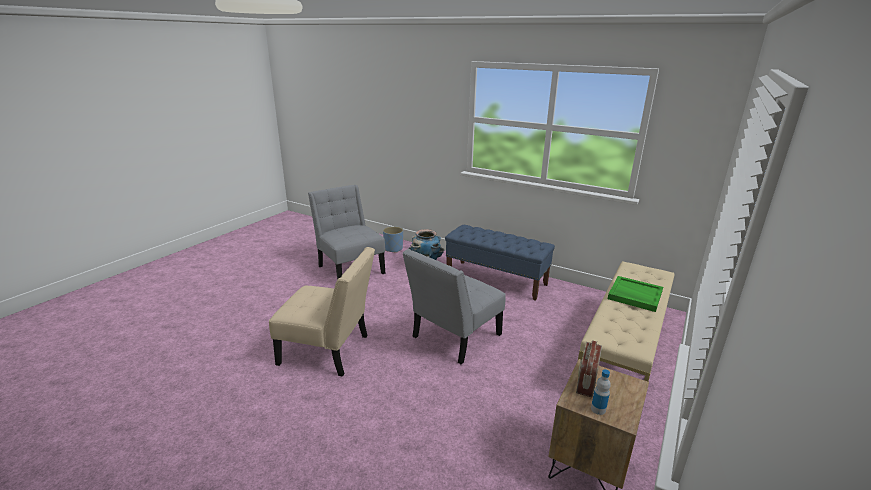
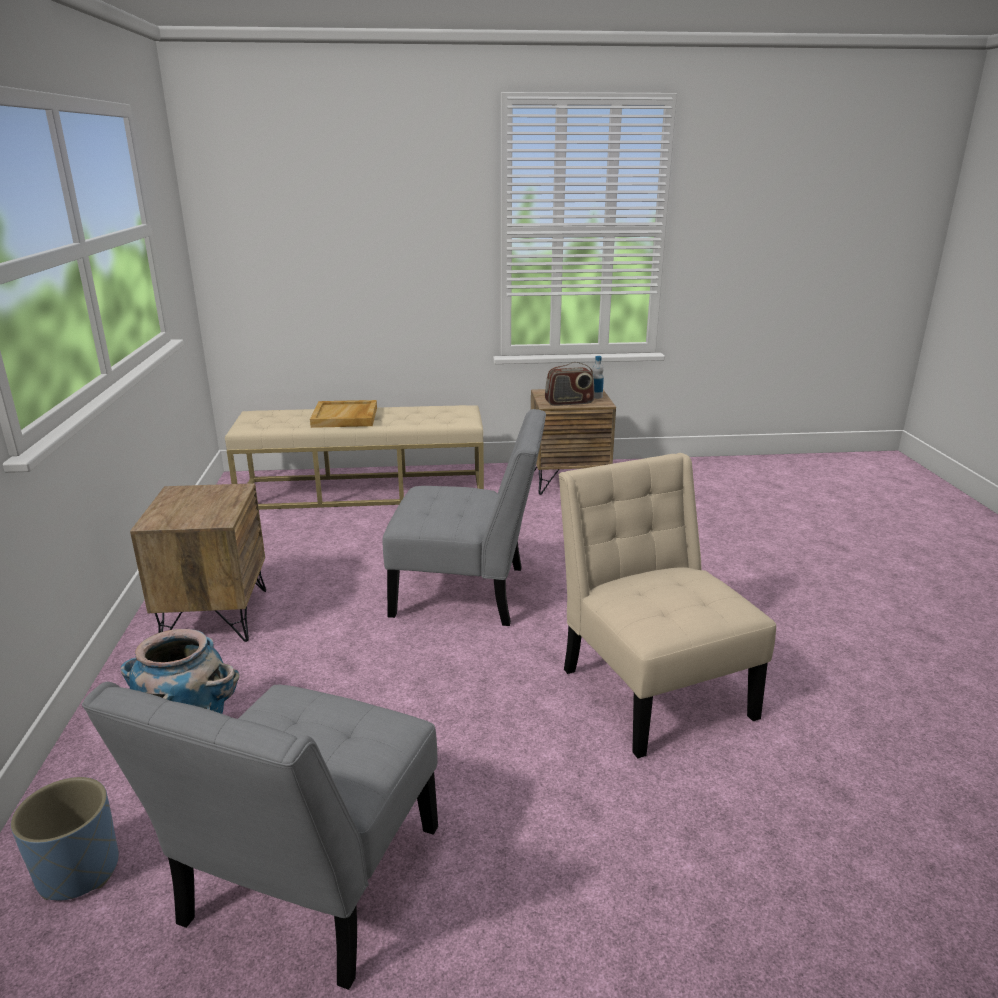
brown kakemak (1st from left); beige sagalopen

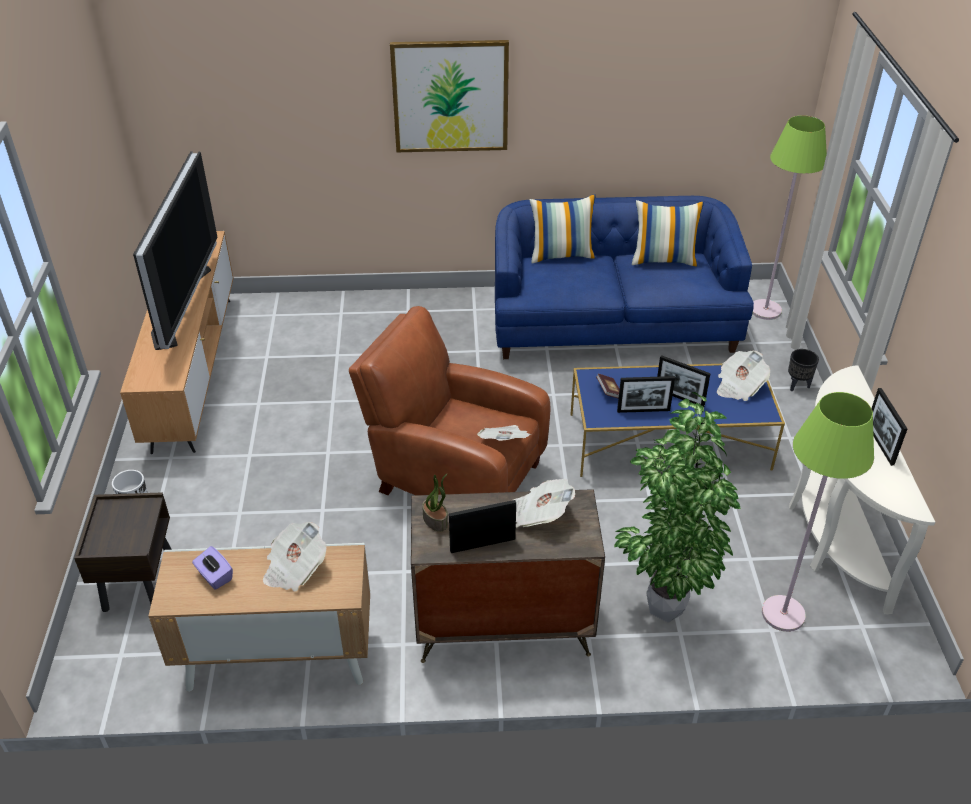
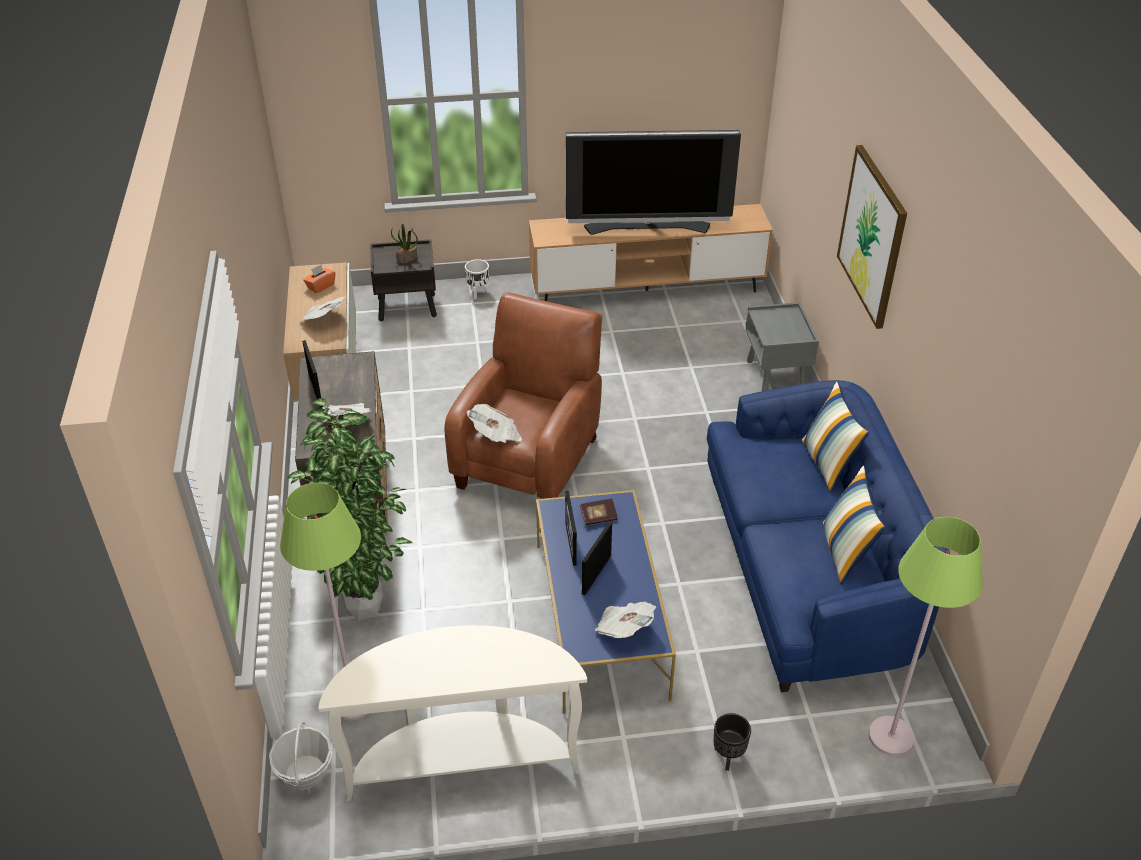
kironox (4th from left in the first image); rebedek; grey kakemak; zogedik (2nd from left); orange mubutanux

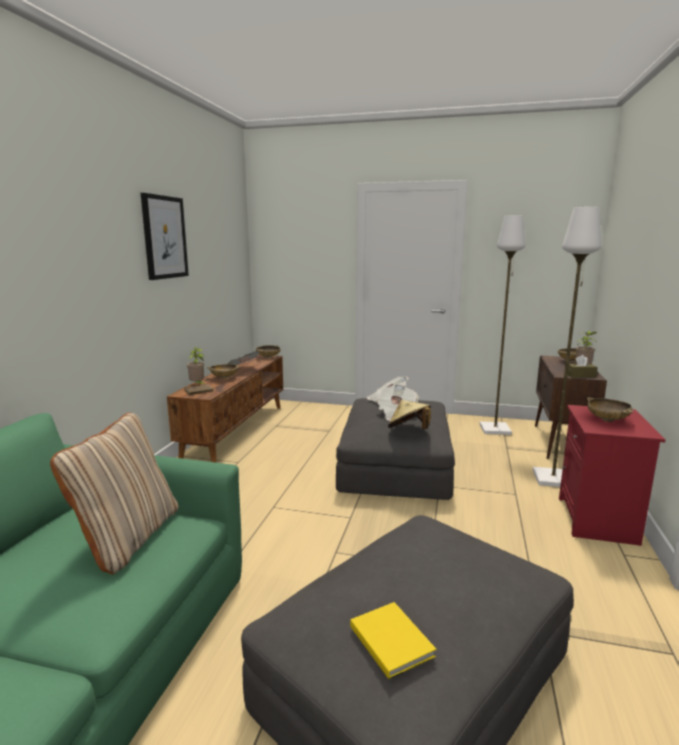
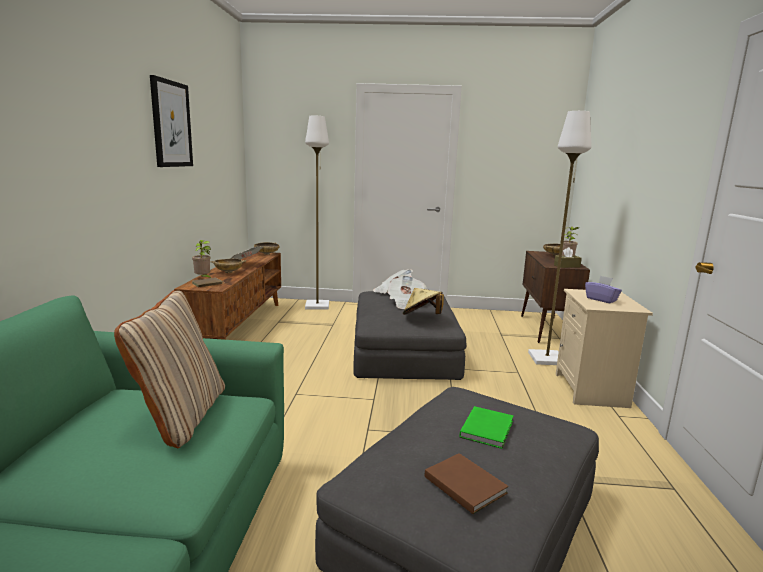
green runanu; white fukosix (1st from left); purple mubutanux; brown runanu (2nd from left); beige kakemak

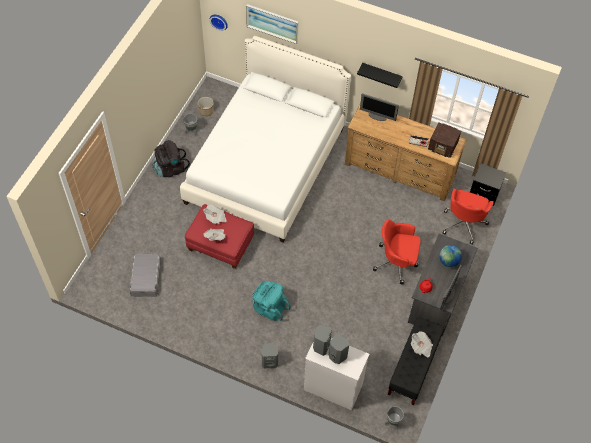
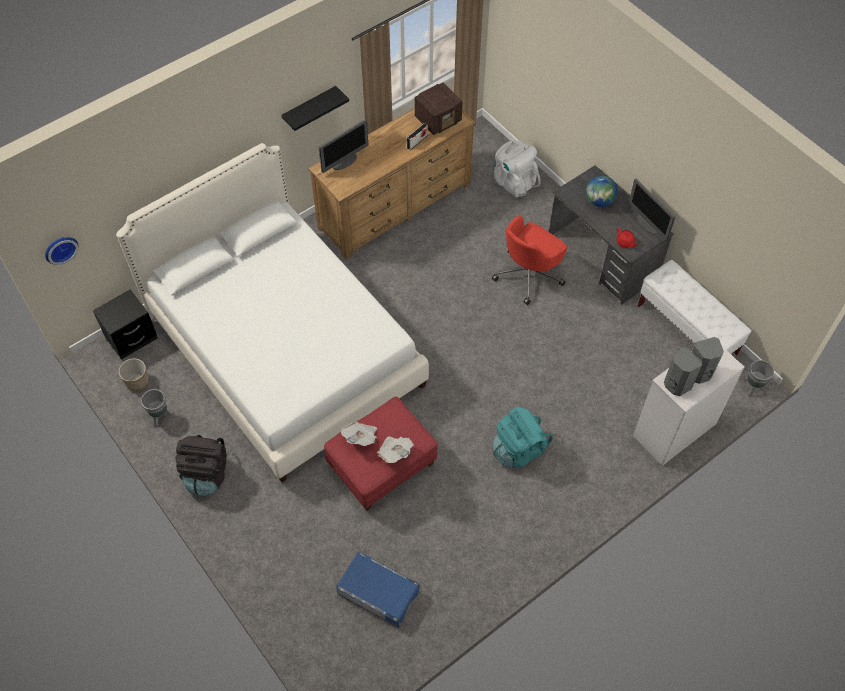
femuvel; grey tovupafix (1st from left in the first image); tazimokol (3rd from left in the first image); black kakemak; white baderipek; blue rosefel; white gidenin

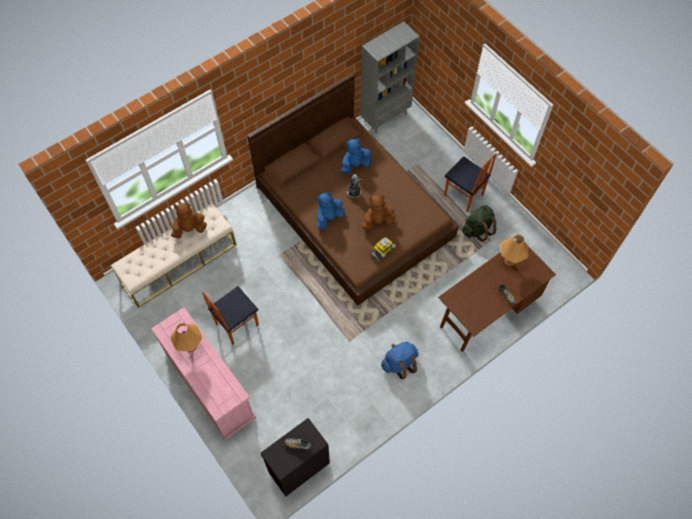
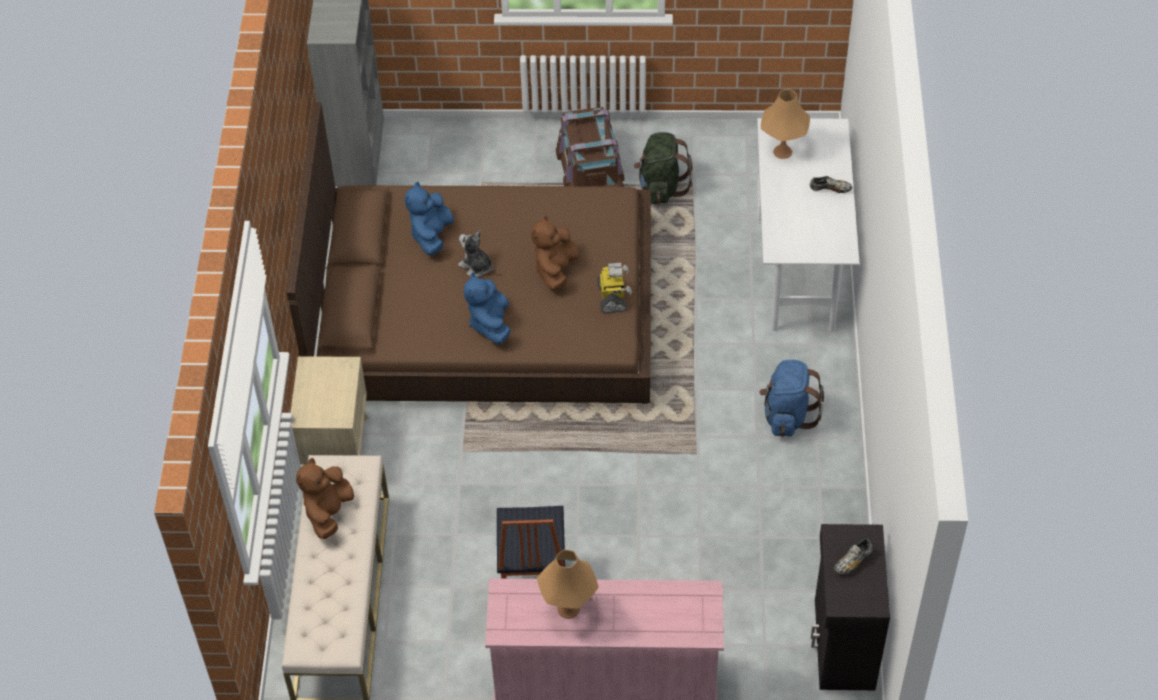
beige kakemak; brown rosefel; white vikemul

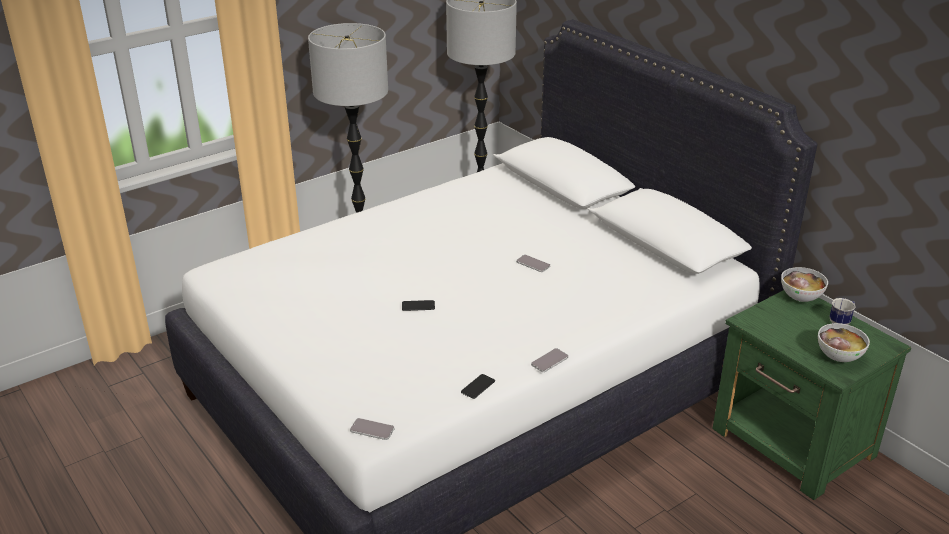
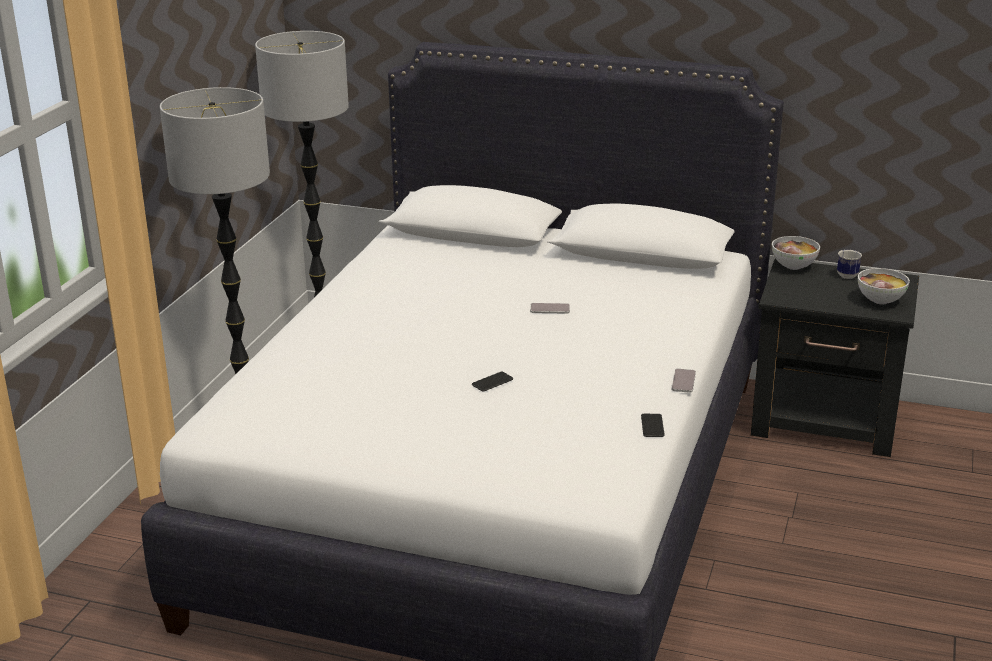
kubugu (1st from left in the first image); black kakemak

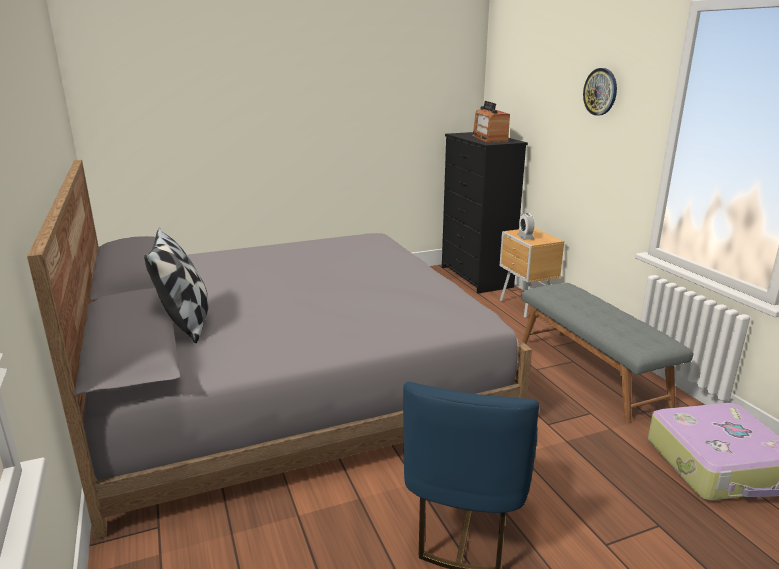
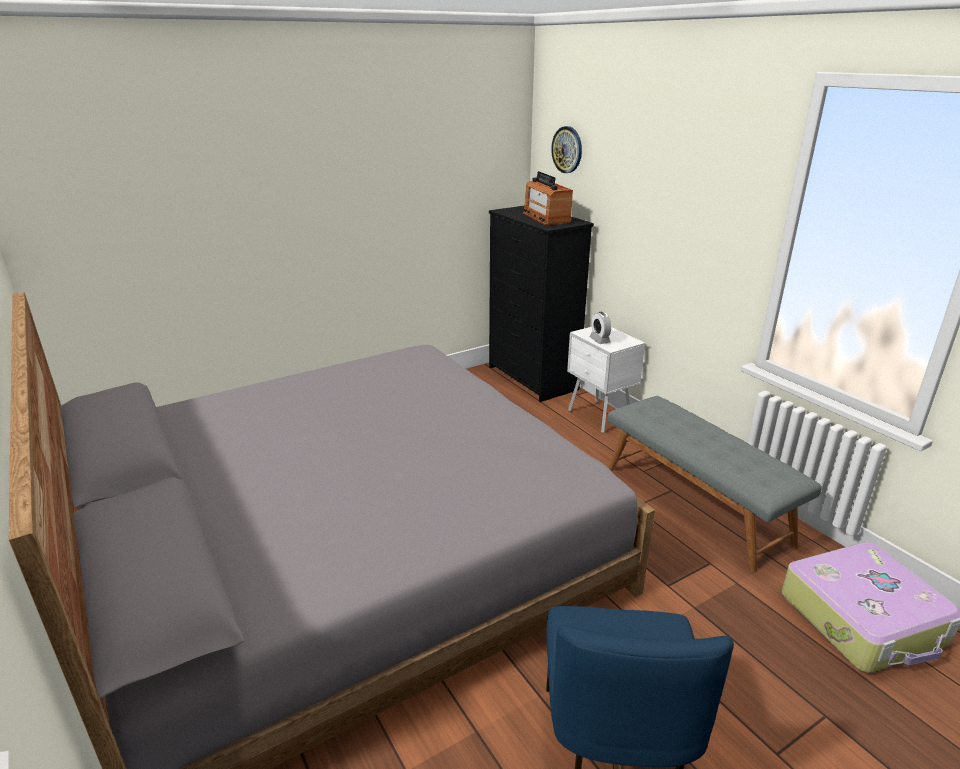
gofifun; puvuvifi; white kakemak

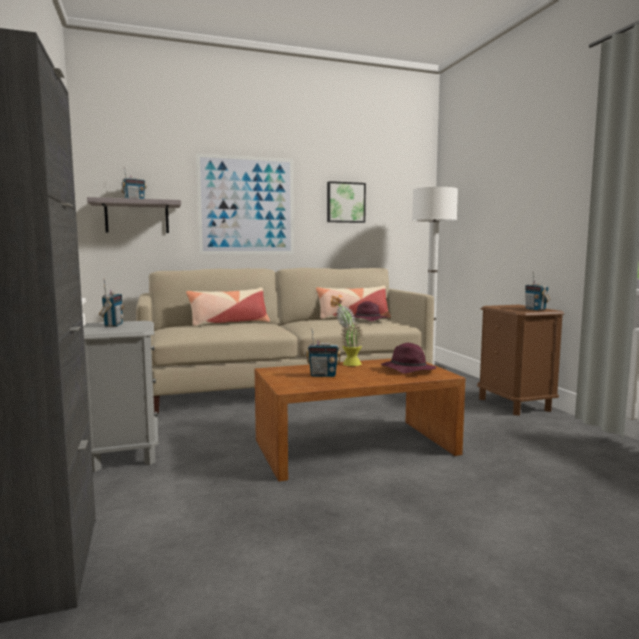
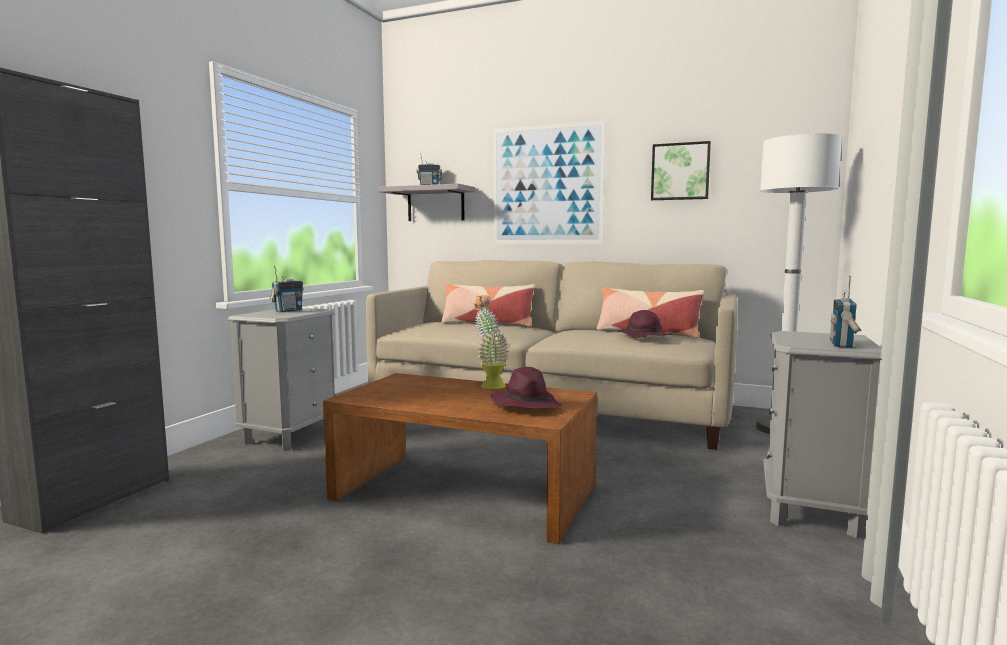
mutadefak (3rd from left in the first image); grey kakemak (2nd from left)

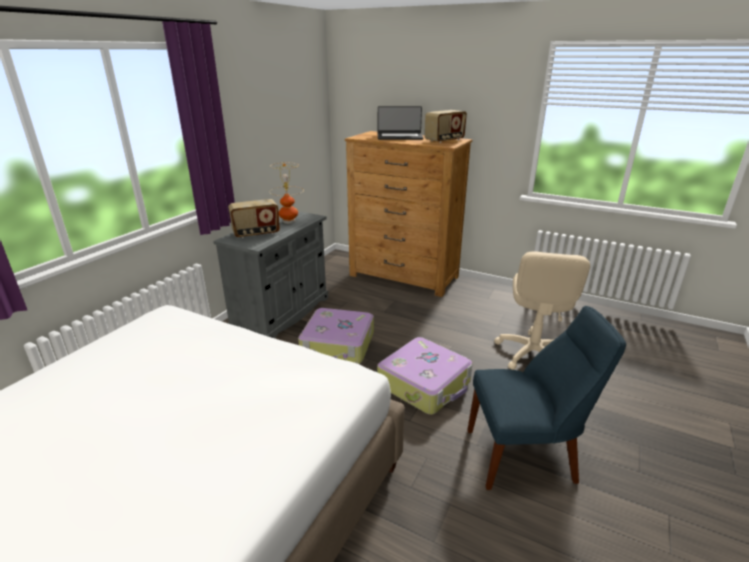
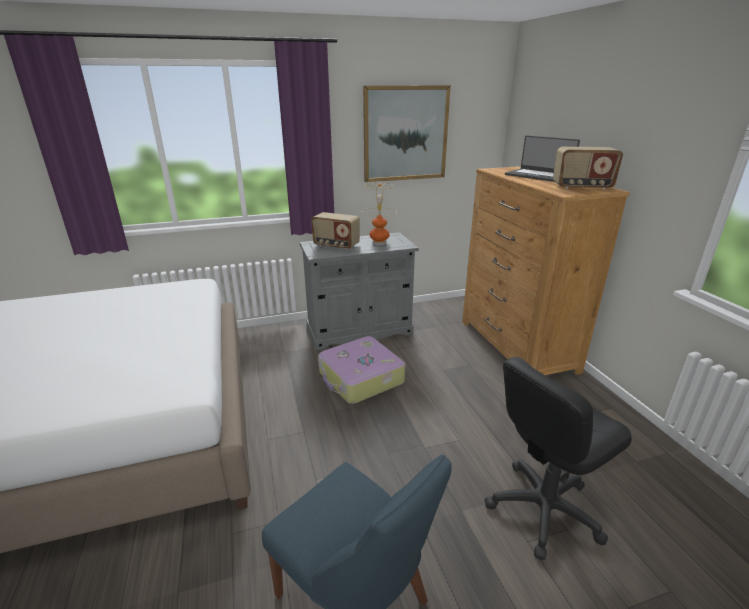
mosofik (2nd from left in the first image); femuvel; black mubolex

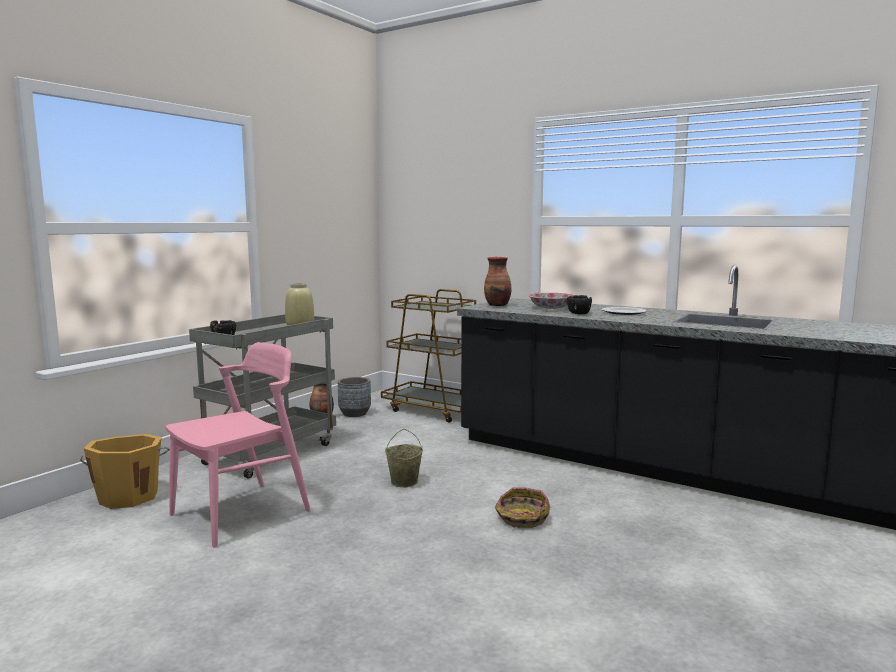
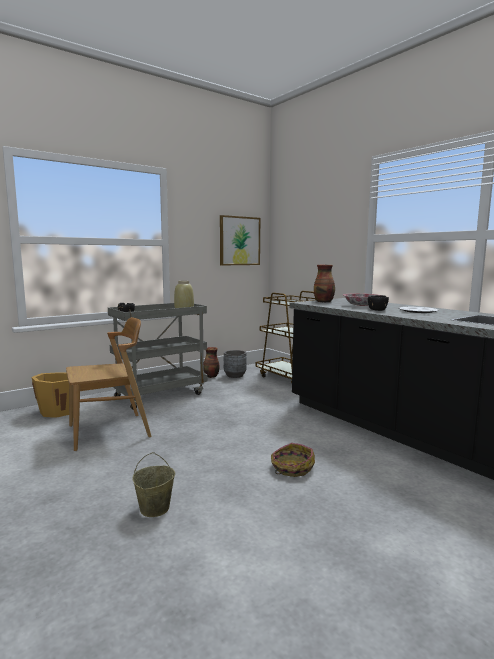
femuvel; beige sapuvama; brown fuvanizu

